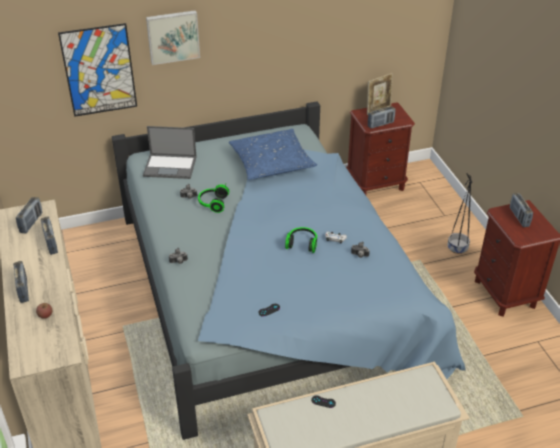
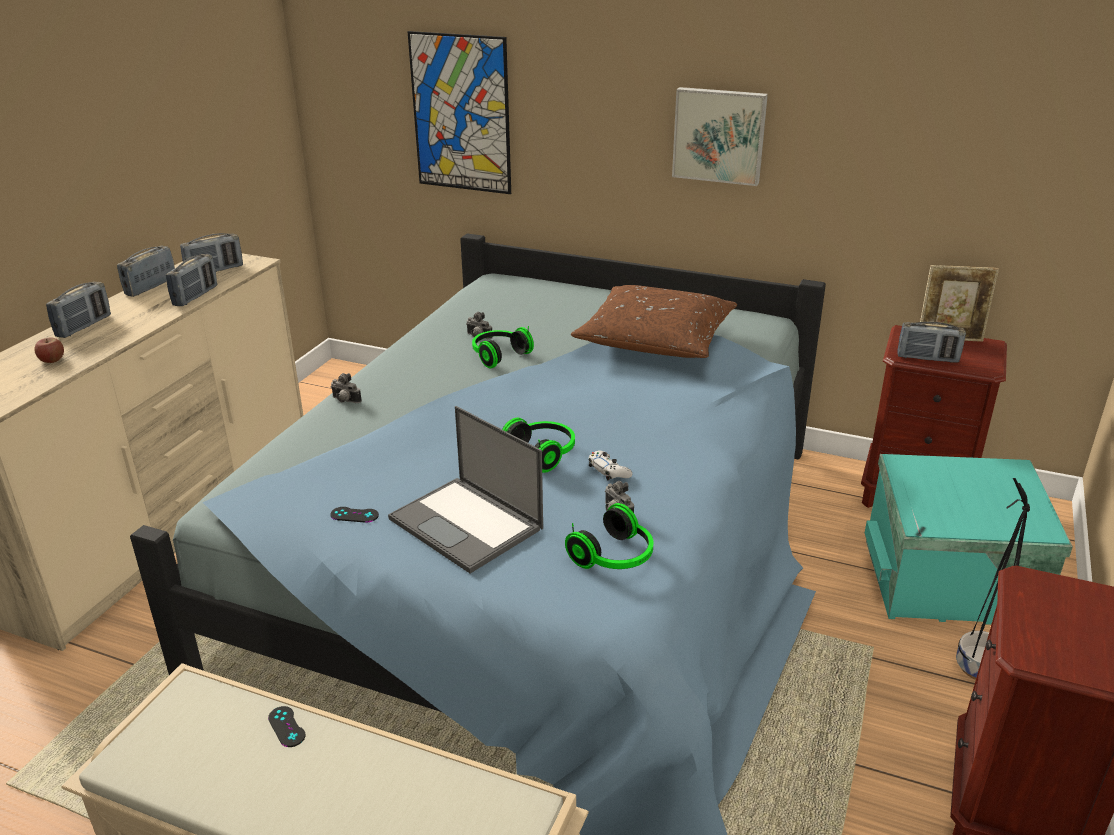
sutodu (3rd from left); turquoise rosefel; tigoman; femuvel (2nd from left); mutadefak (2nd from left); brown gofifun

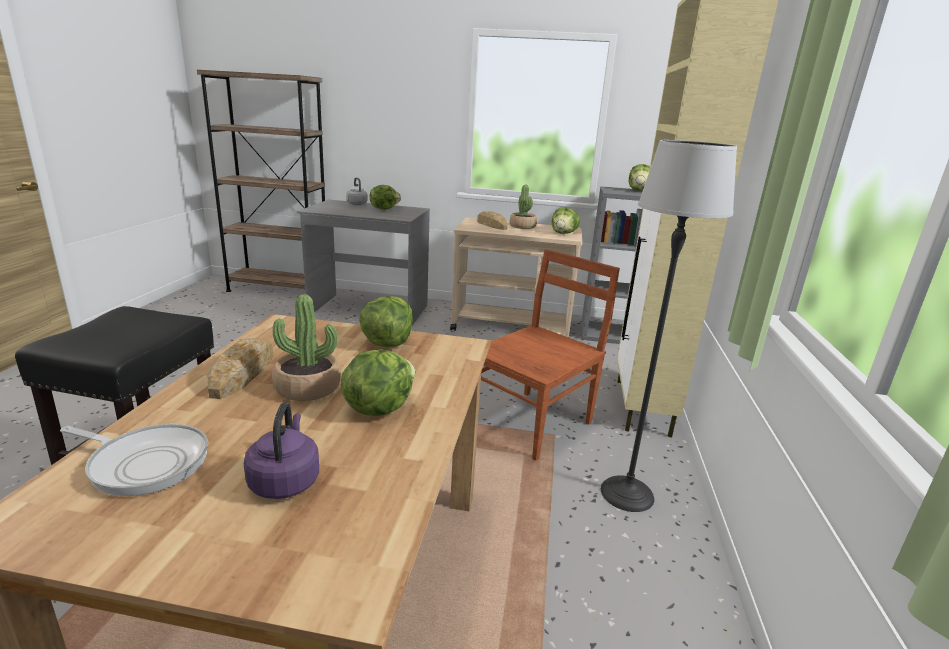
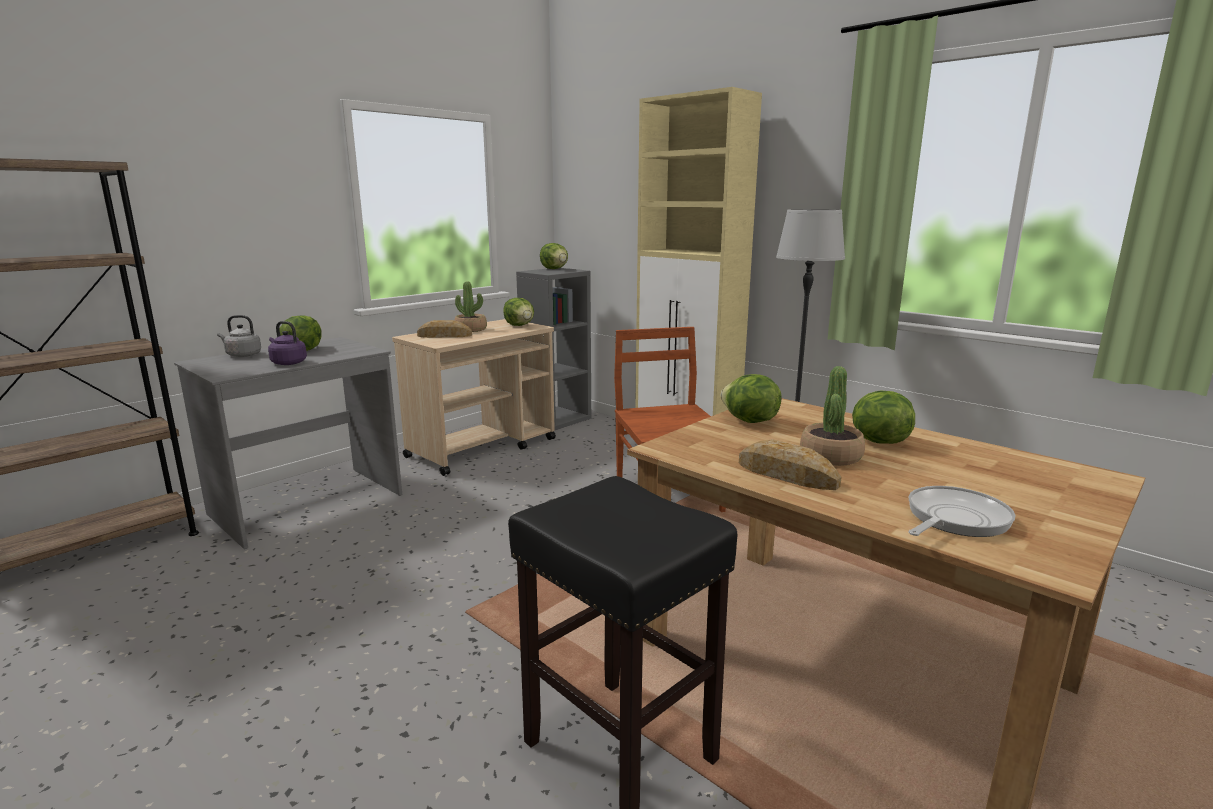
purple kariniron

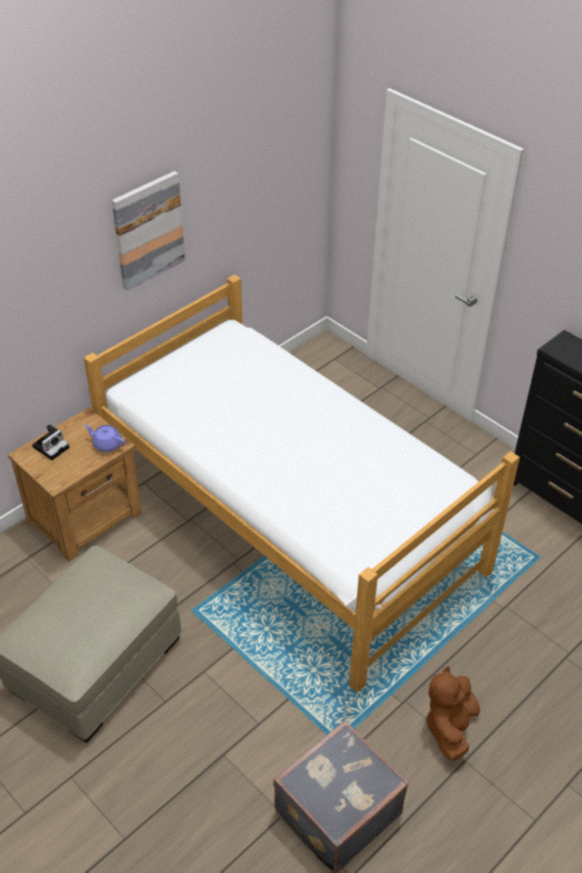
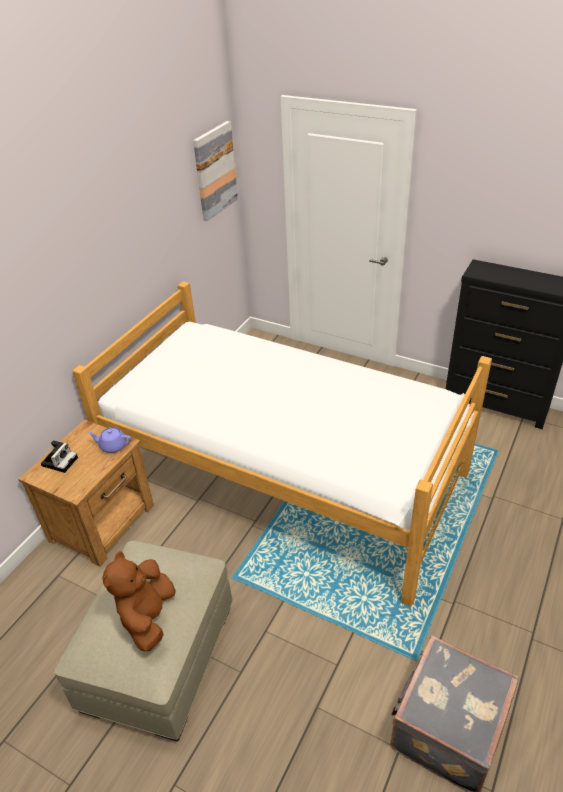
femuvel; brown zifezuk

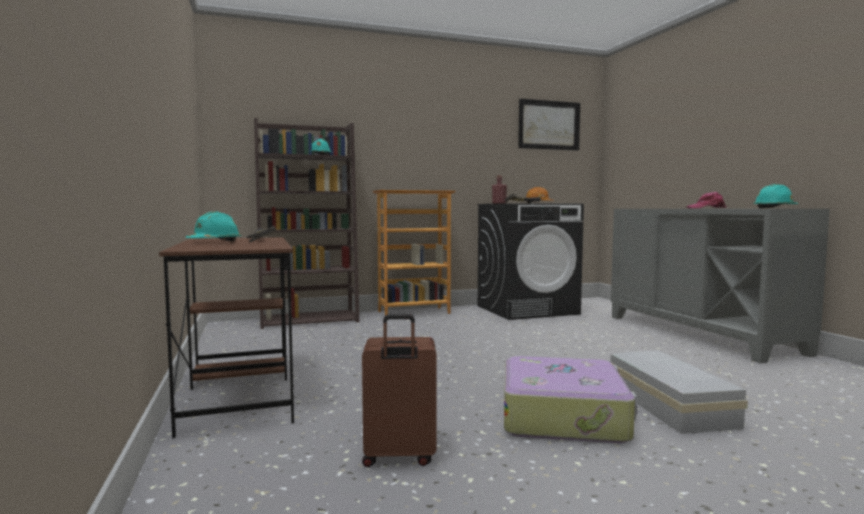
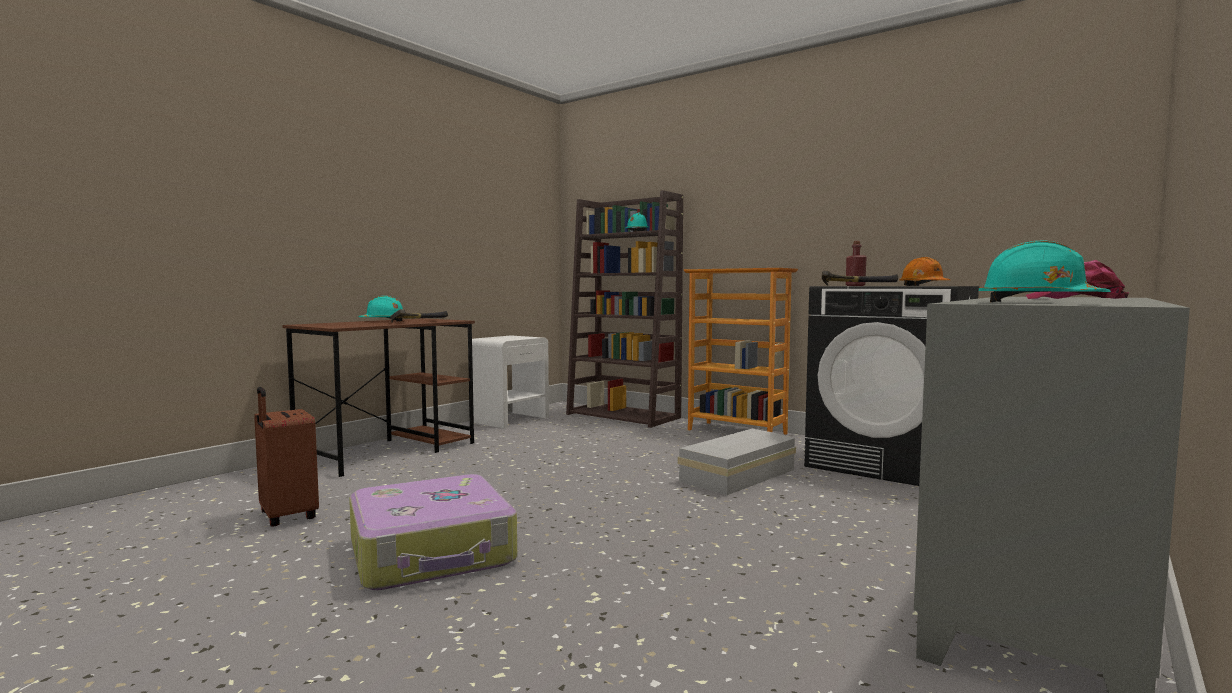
femuvel; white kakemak; white rosefel

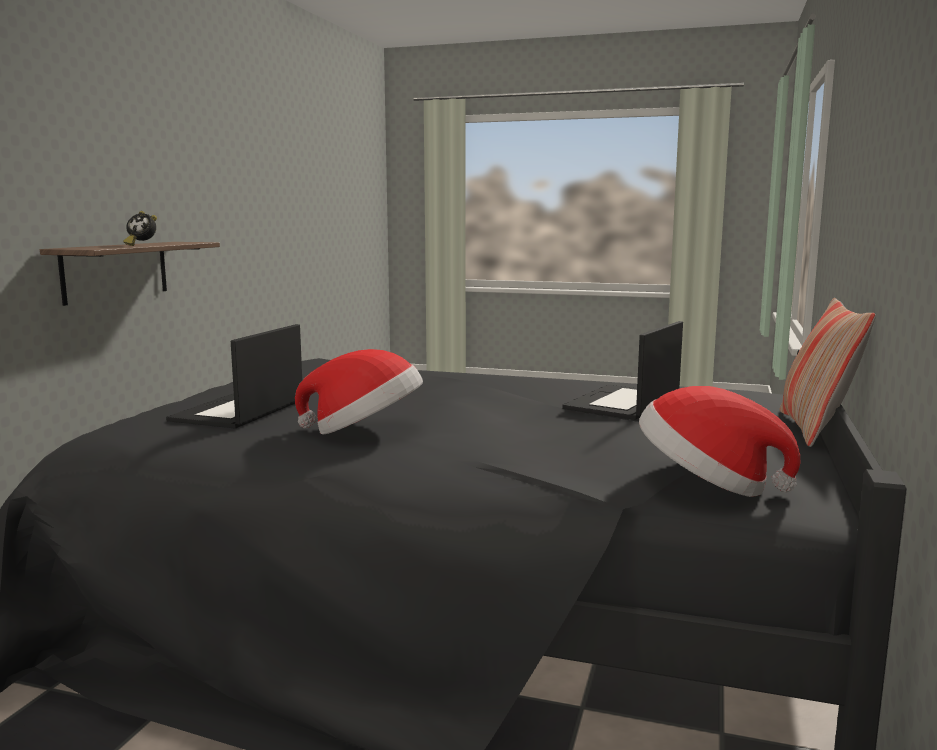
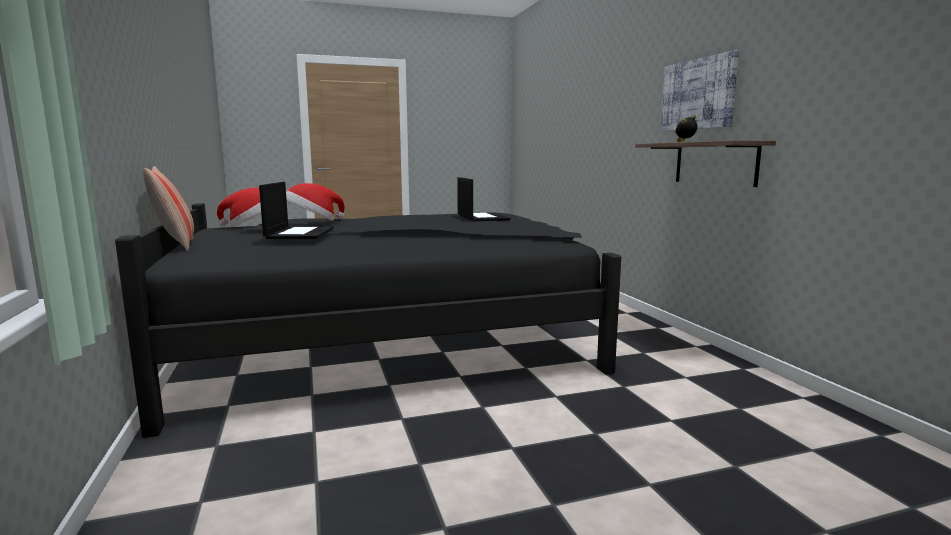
femuvel; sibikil (2nd from left)

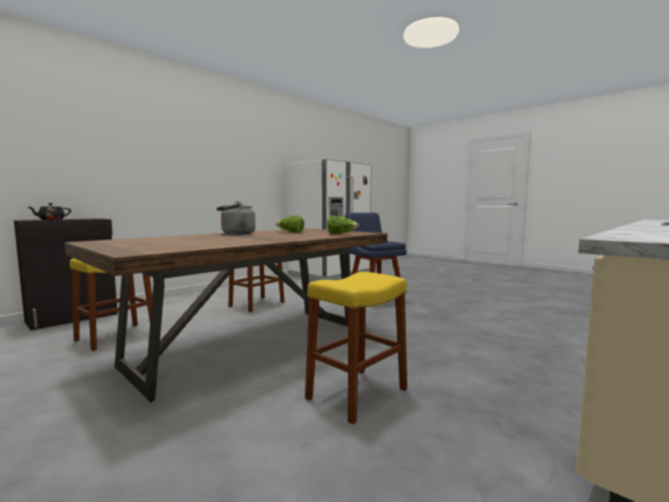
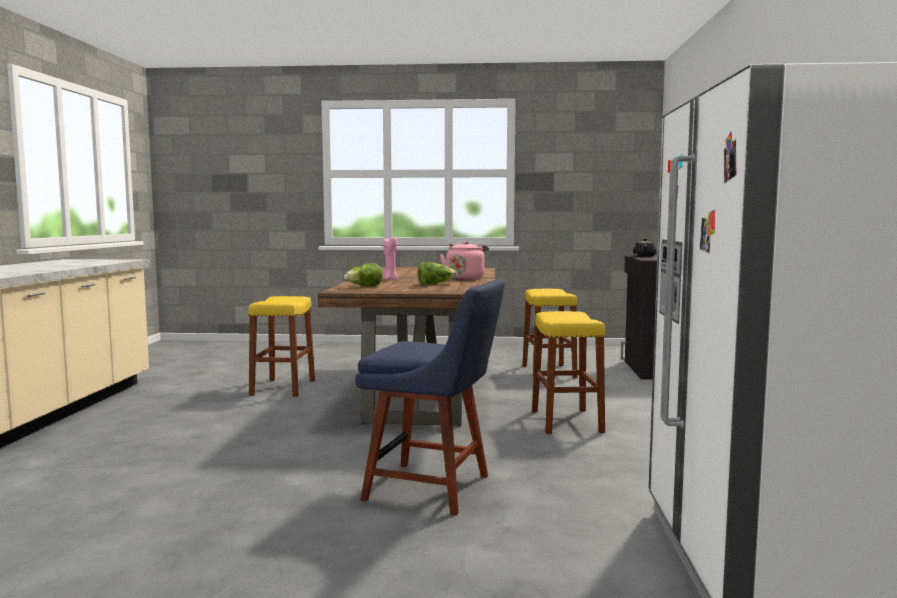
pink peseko; pink kariniron

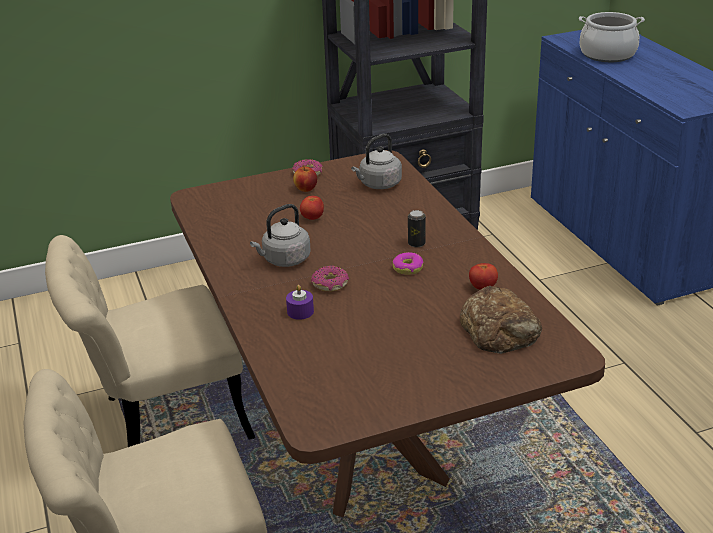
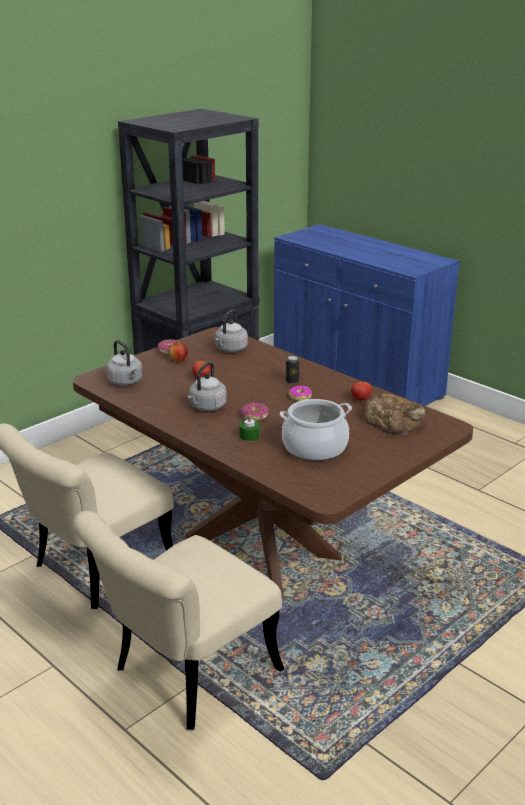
grey kariniron (1st from left); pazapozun; green peseko

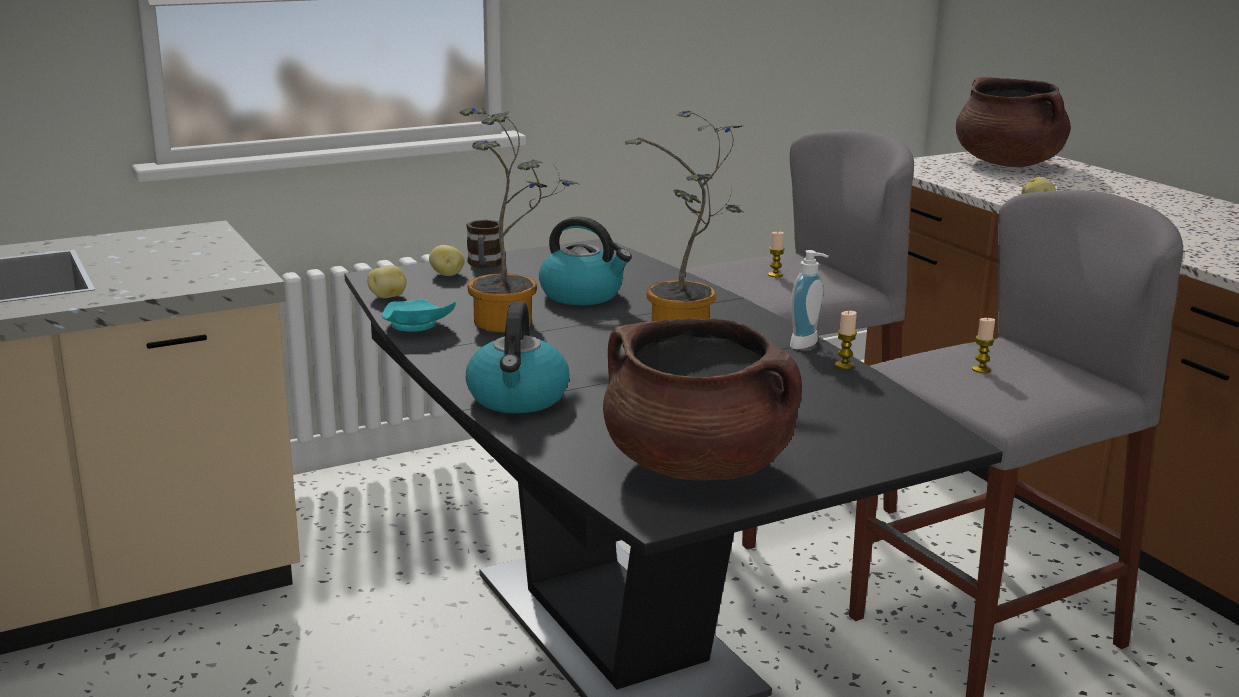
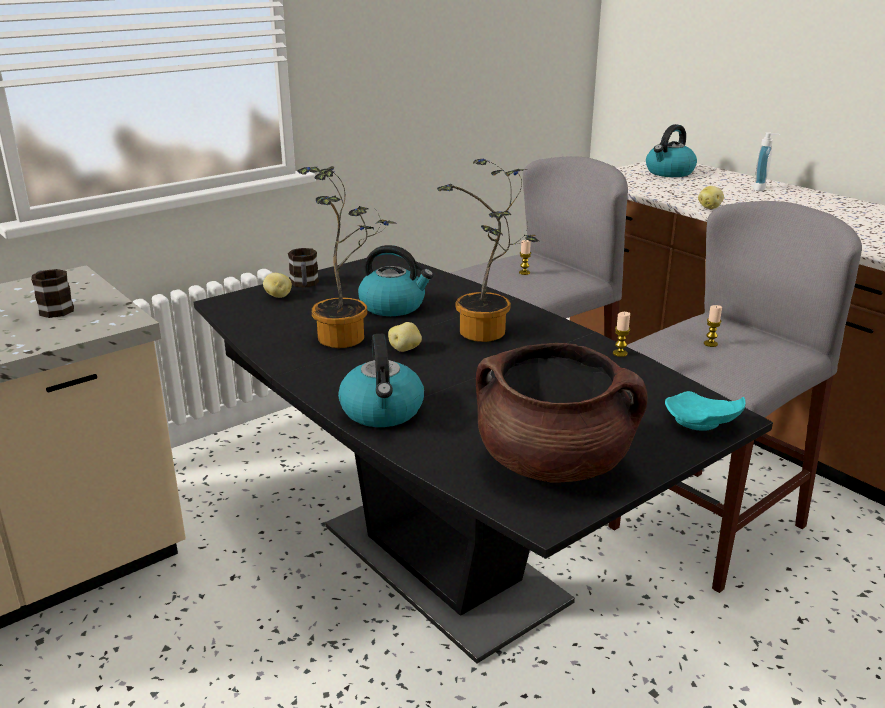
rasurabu (1st from left); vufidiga (2nd from left); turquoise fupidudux; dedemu; kariniron (3rd from left)

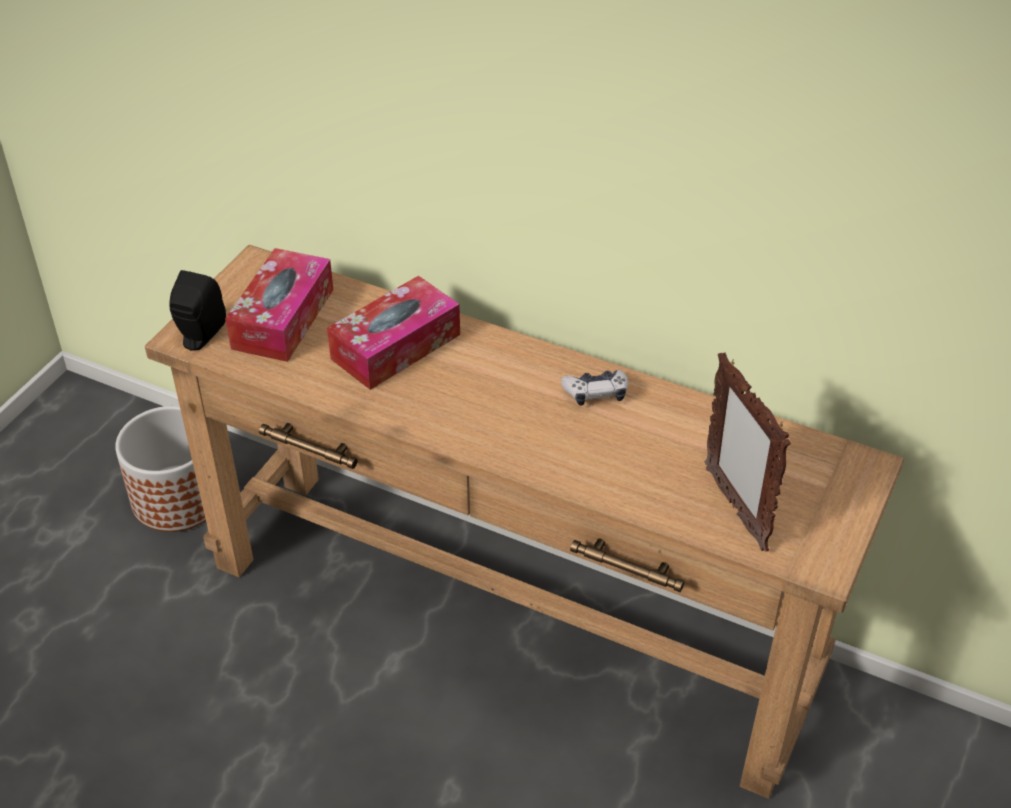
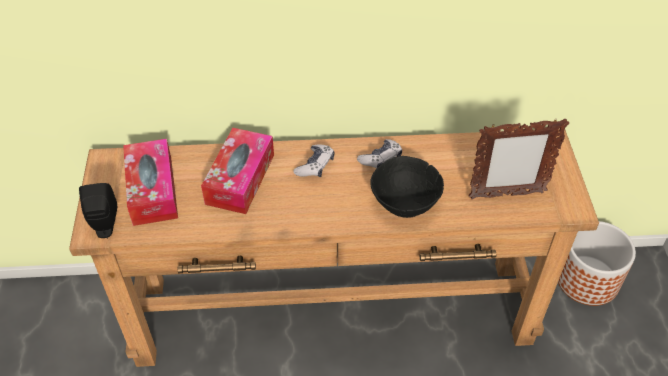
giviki (1st from left); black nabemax; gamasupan; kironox

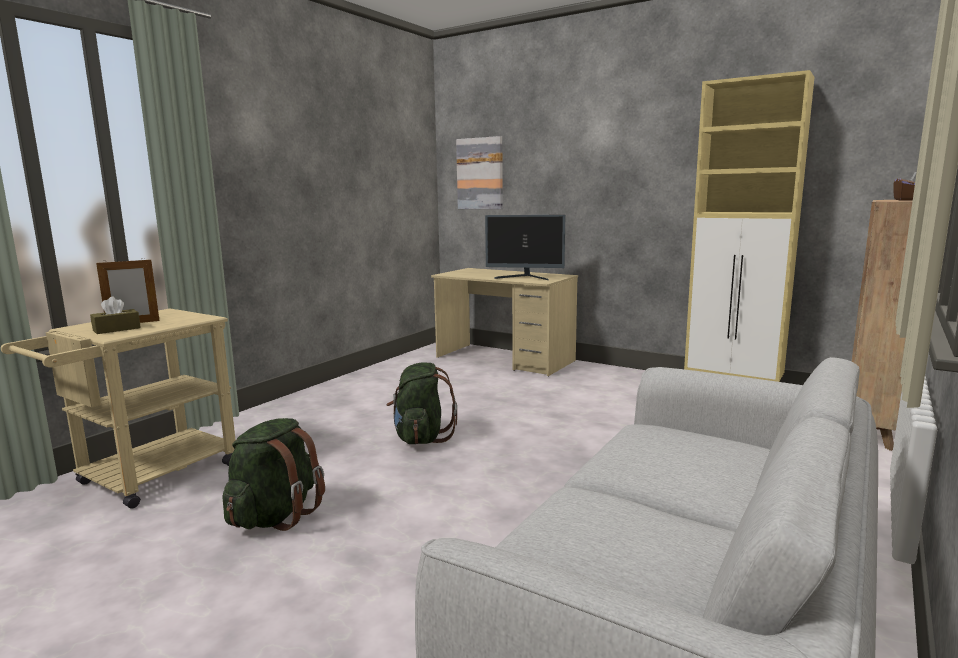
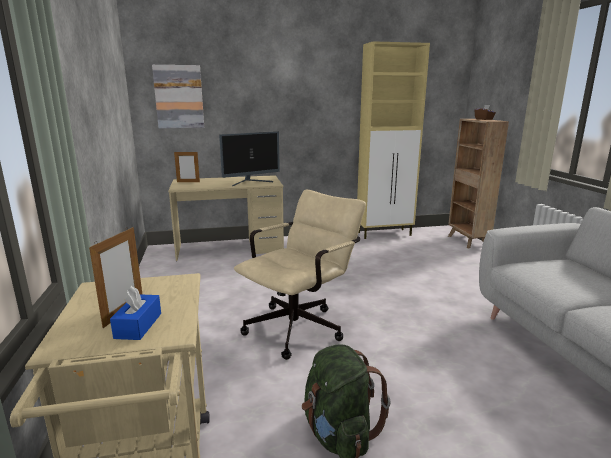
kironox (2nd from left); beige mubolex; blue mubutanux

